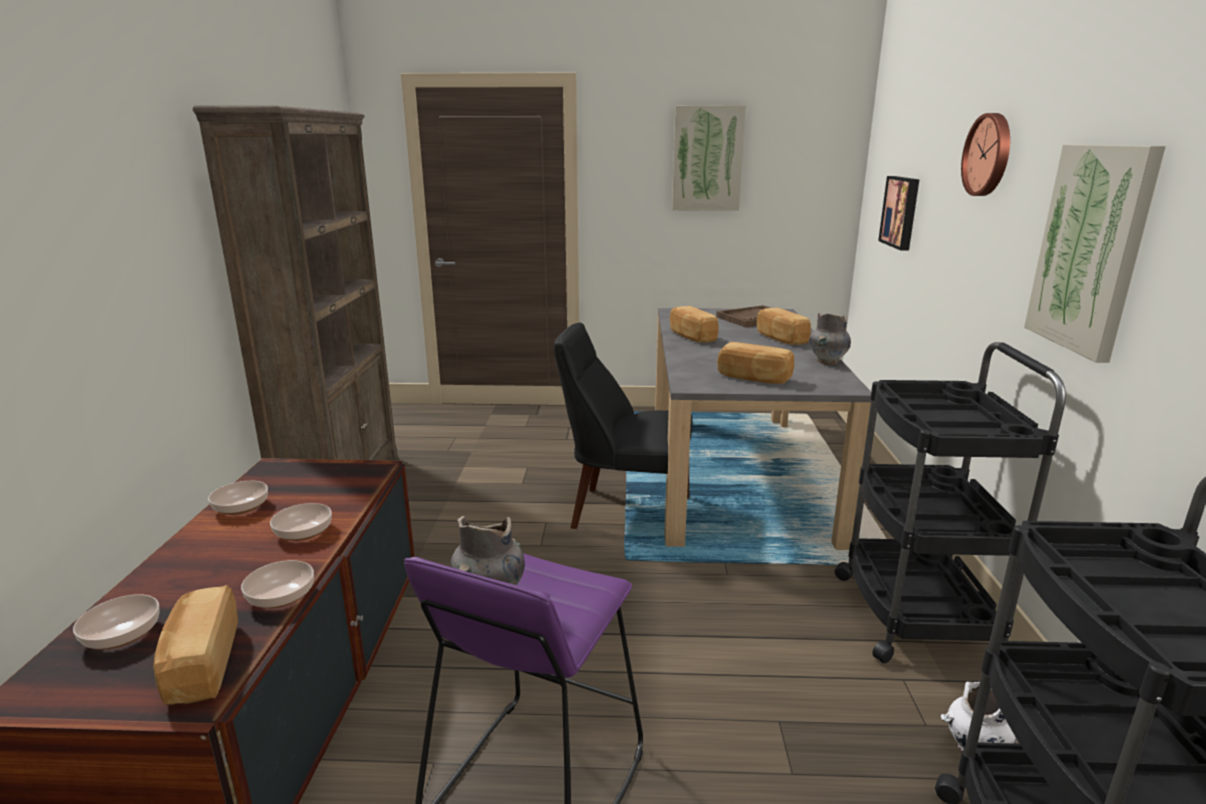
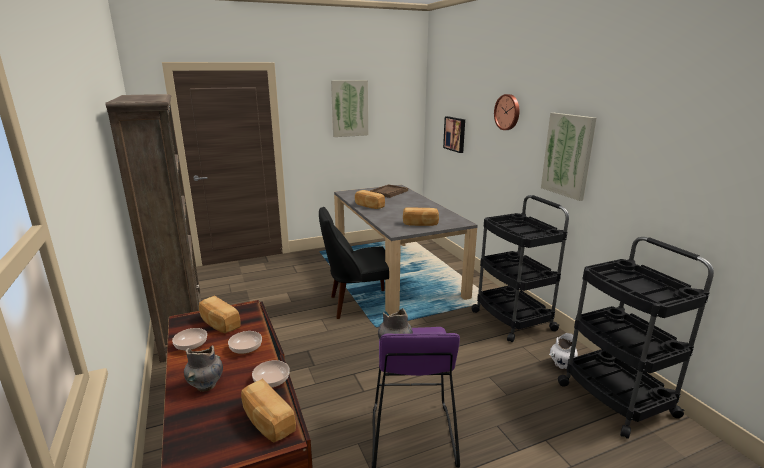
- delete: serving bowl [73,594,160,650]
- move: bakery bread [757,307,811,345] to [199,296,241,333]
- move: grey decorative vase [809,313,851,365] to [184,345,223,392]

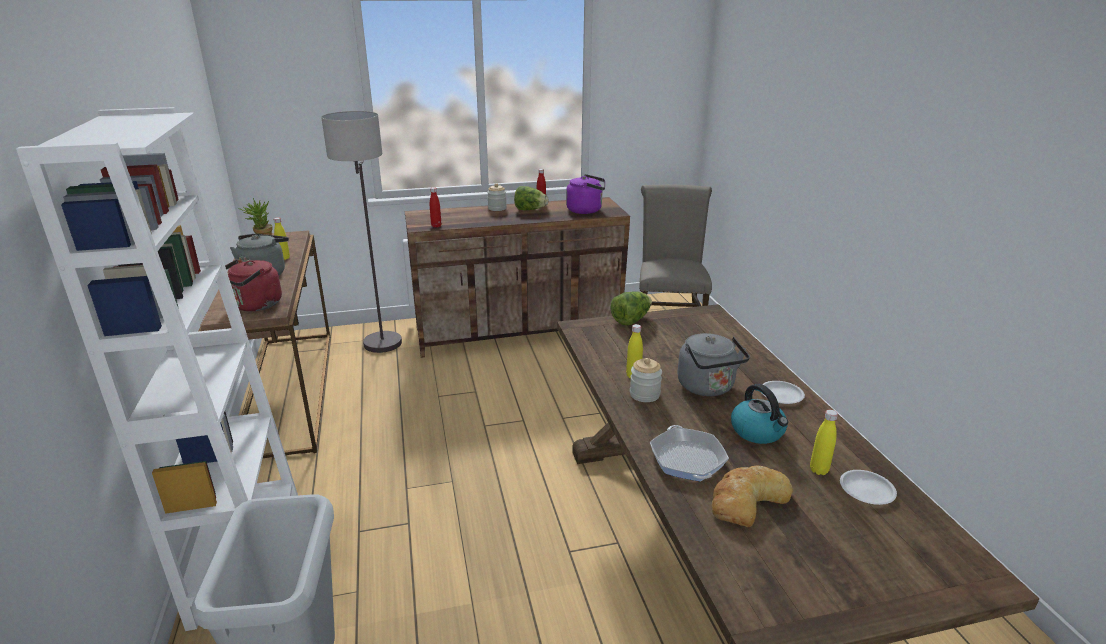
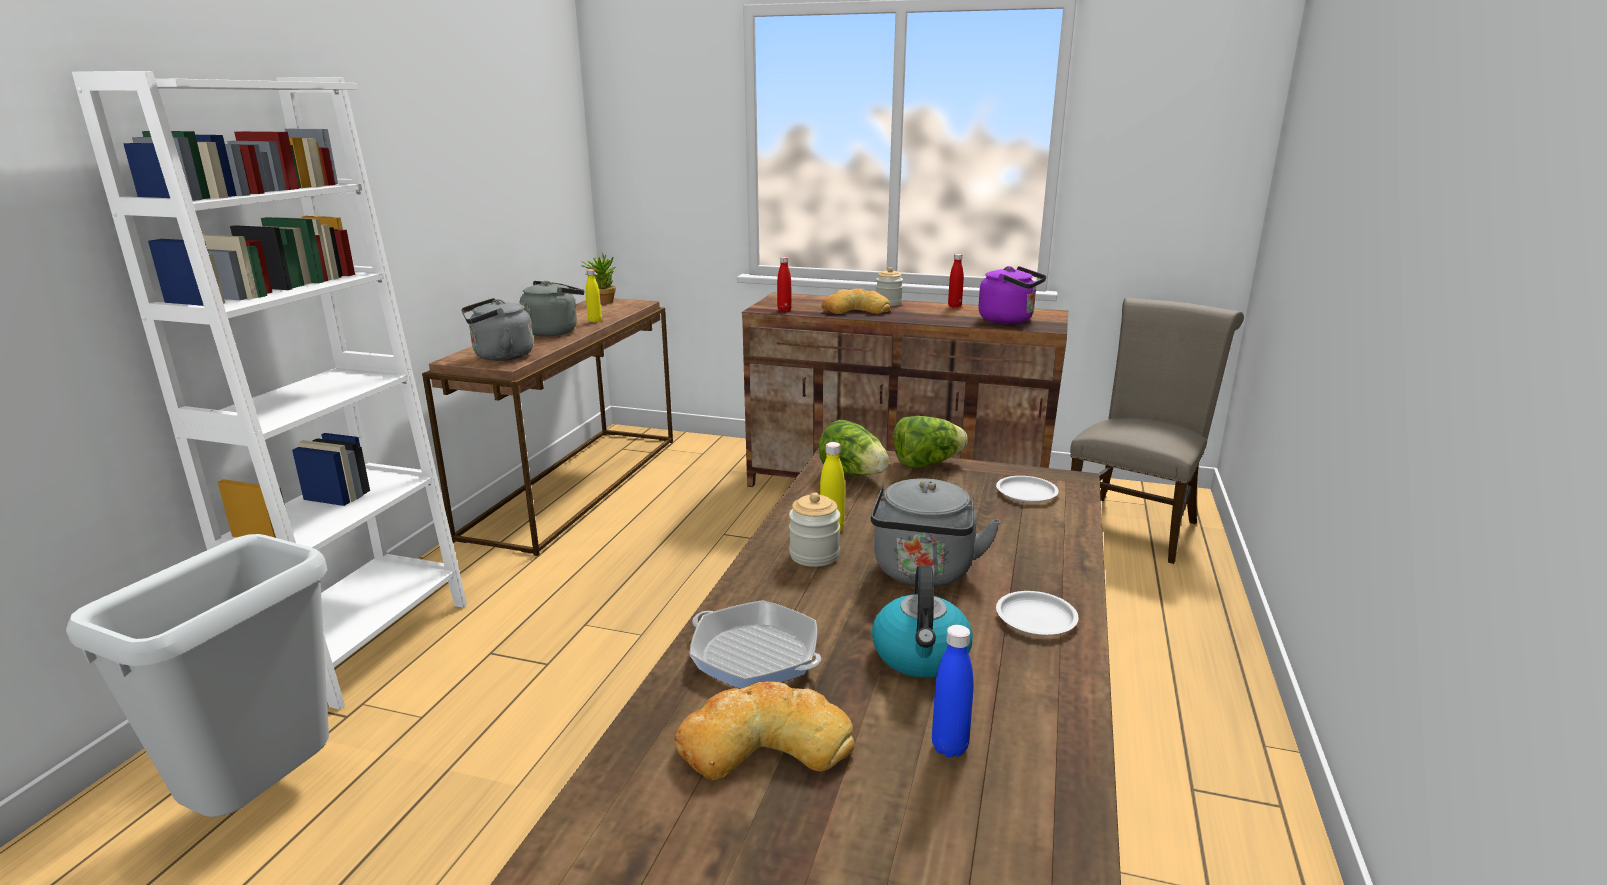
- recolor: red water kettle [225,259,282,311] to grey water kettle [461,298,533,361]
- delete: grey floor lamp [321,111,402,353]
- move: lettuce head [514,186,548,210] to [819,420,889,475]
- rotate: frying pan [650,425,729,481] = [689,600,821,689] 75 degrees counterclockwise
- recolor: yellow-coloured drink bottle [810,410,838,475] to bluish drink bottle [932,625,974,758]
- move: whitish plate [840,470,897,505] to [996,476,1059,502]
- insert: bakery bread [821,288,890,314]

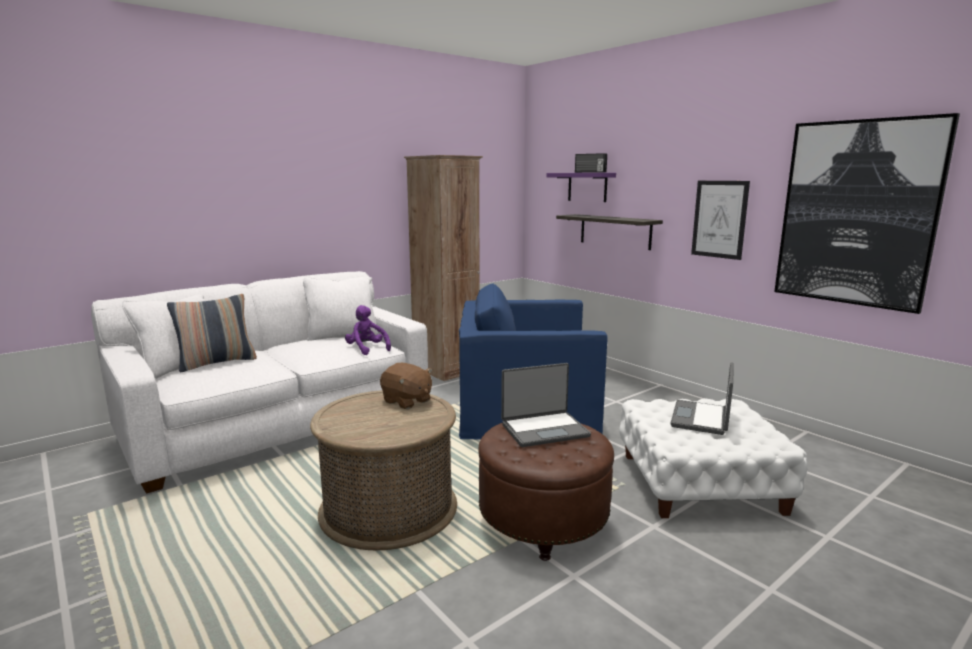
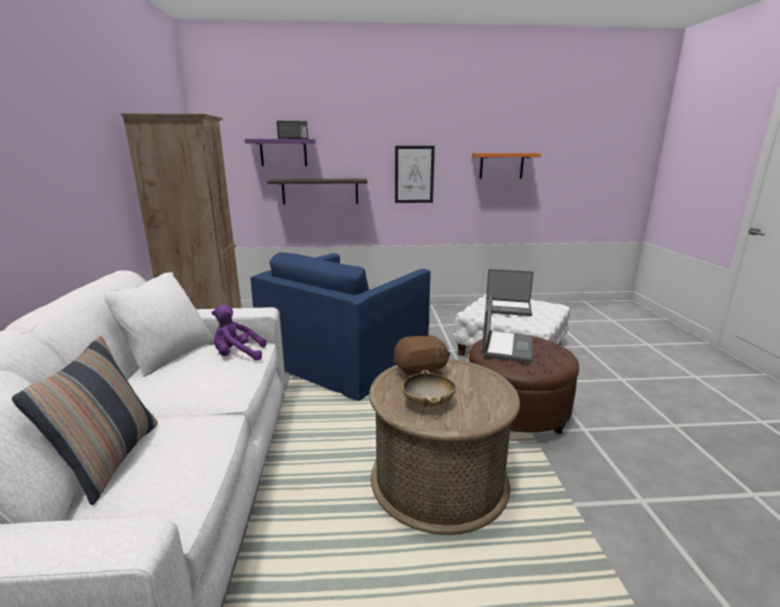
- rotate: notebook computer [670,362,734,435] = [485,269,533,316] 45 degrees counterclockwise
- replace: picture [774,113,960,314] to orangey wall shelf [472,153,541,179]
- insert: beige-coloured serving bowl [403,370,456,407]

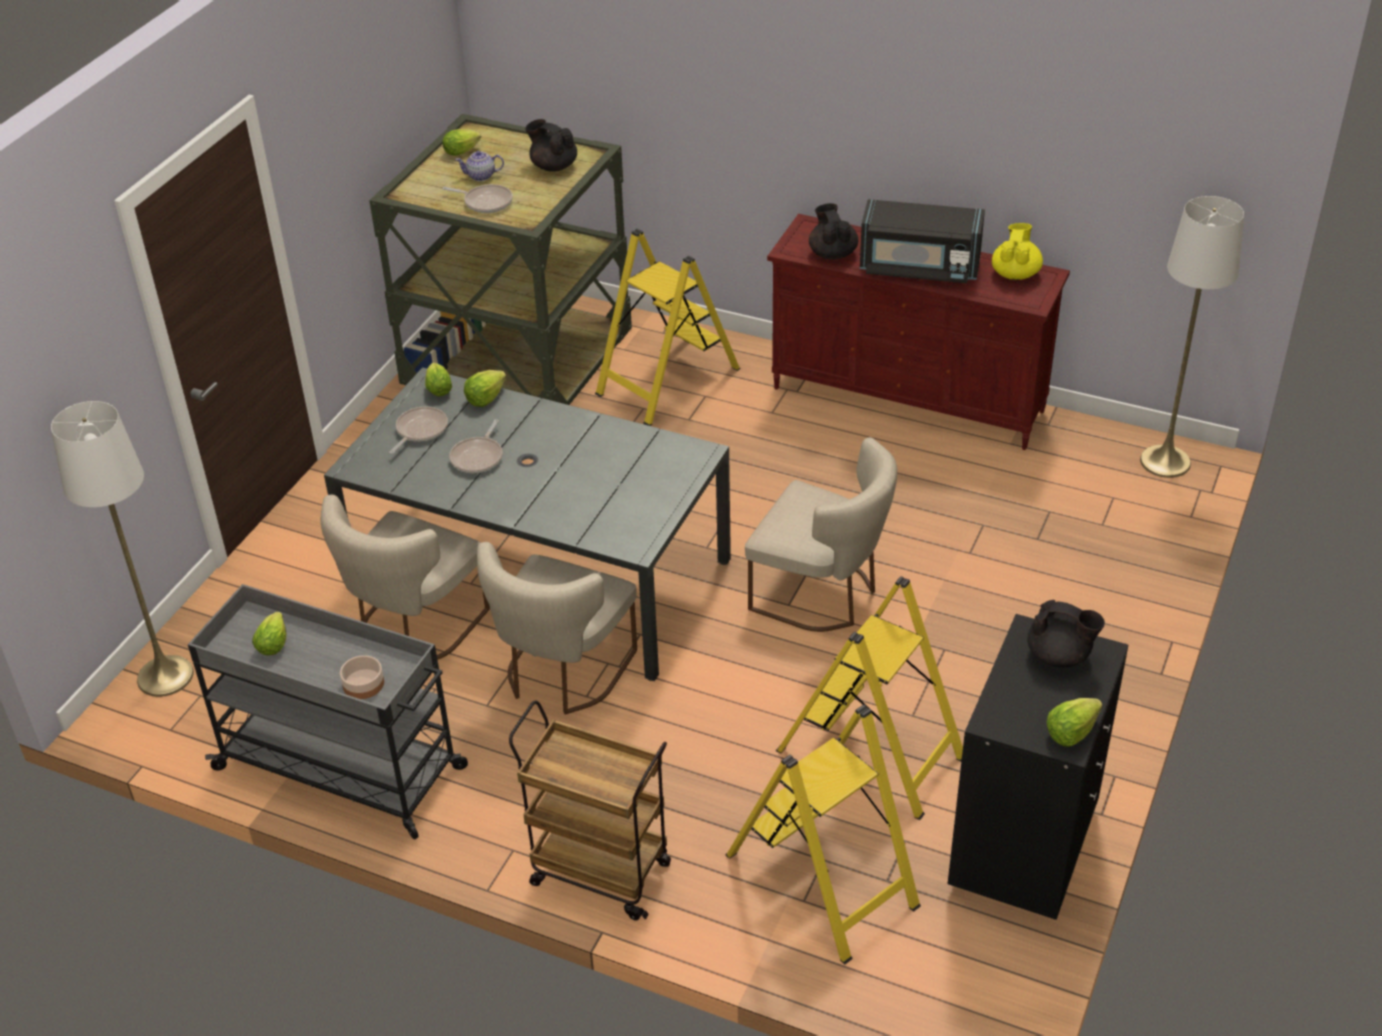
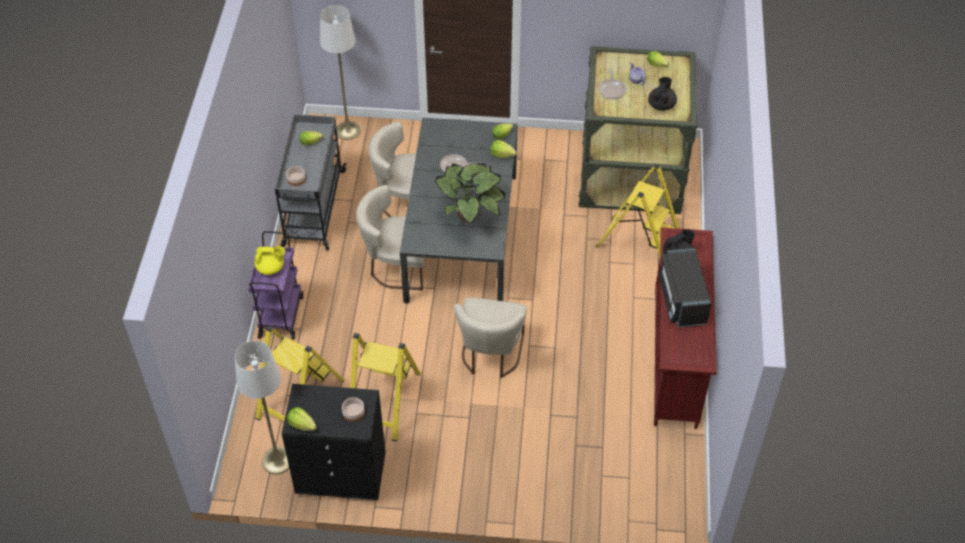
- delete: frying pan [389,407,448,454]
- recolor: brown-coloured wheeled cart [509,701,671,921] to purple-coloured wheeled cart [248,231,304,339]
- move: yellow-coloured pot for tea [992,223,1043,280] to [255,246,285,275]
- replace: black pot for tea [1027,600,1105,667] to serving bowl [342,397,365,422]
- move: whitish floor lamp [1140,196,1244,478] to [235,341,289,474]
- insert: plant in a pot [435,163,506,223]

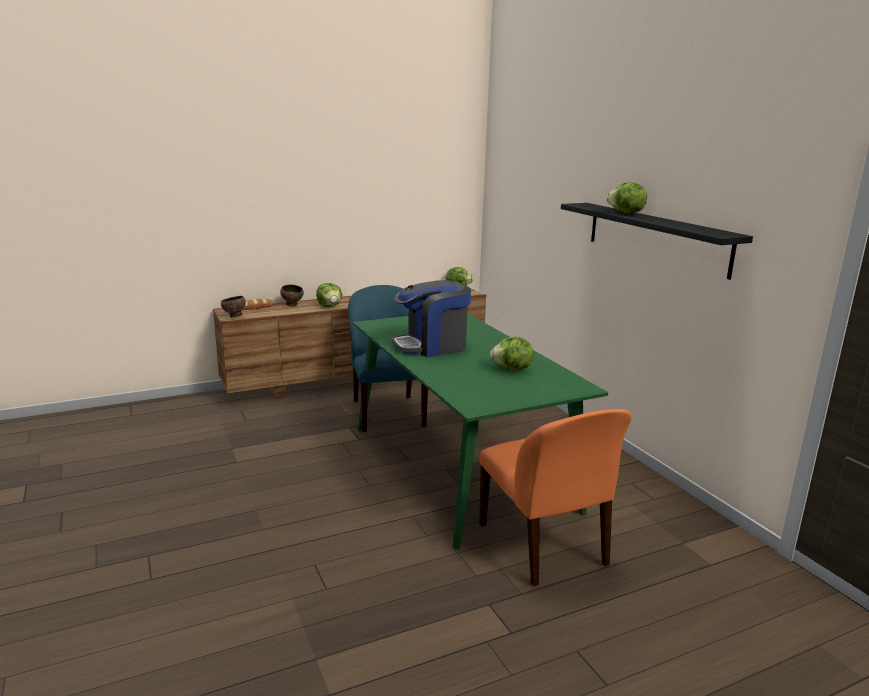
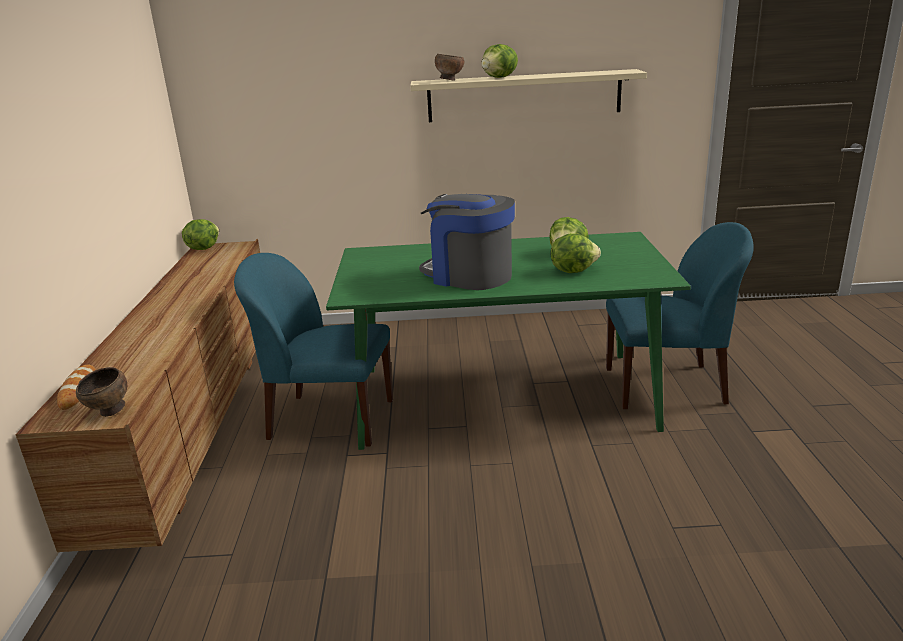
- move: brown-coloured serving bowl [280,285,304,307] to [435,54,464,81]
- move: lettuce head [316,283,342,307] to [551,233,601,273]
- rotate: coffee maker [392,280,471,357] = [419,194,515,290] 120 degrees clockwise
- recolor: orangey chair [479,409,631,586] to bluish chair [606,222,754,409]
- recolor: black wall shelf [561,203,753,280] to beige-coloured wall shelf [410,69,647,122]

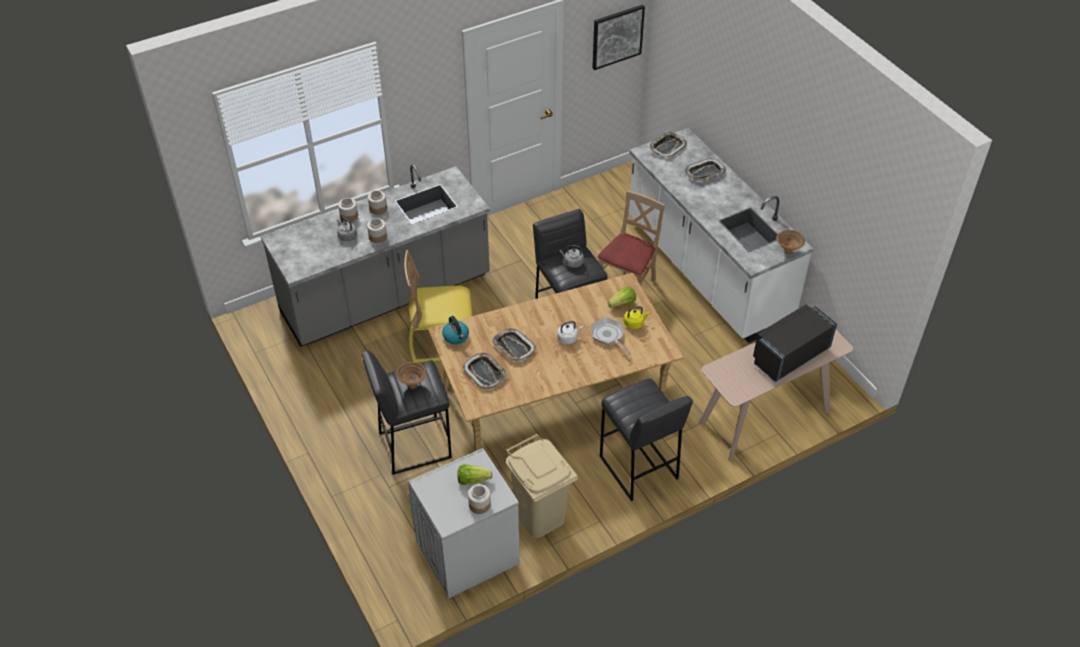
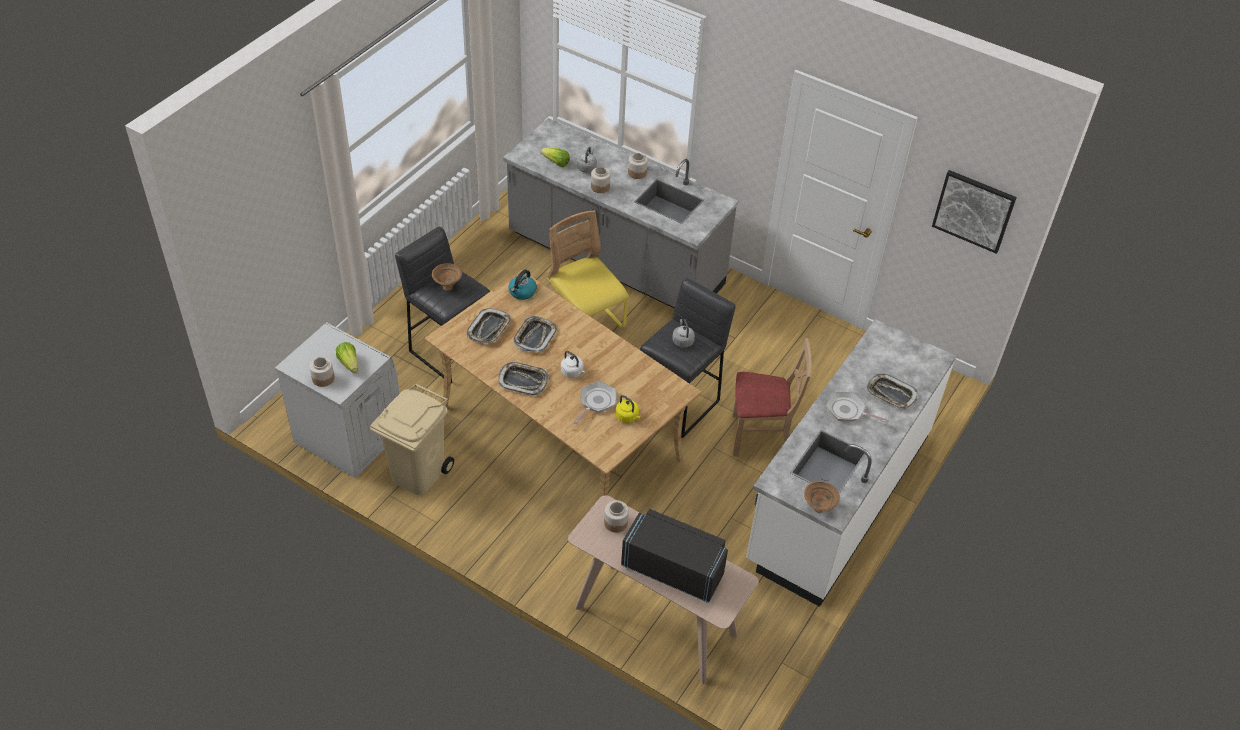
- move: storage jar [338,198,358,222] to [604,500,629,533]
- delete: grey stool seat [600,378,693,501]
- move: lettuce head [608,287,636,307] to [541,147,570,167]
- move: tray [650,131,687,158] to [499,362,549,395]
- insert: frying pan [826,392,889,424]

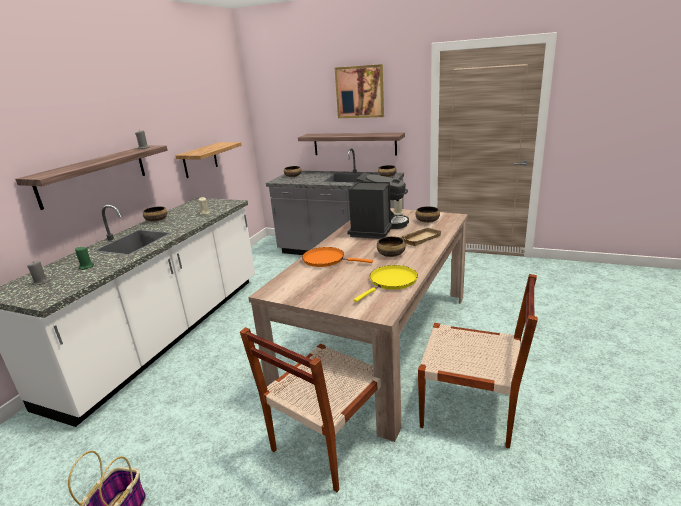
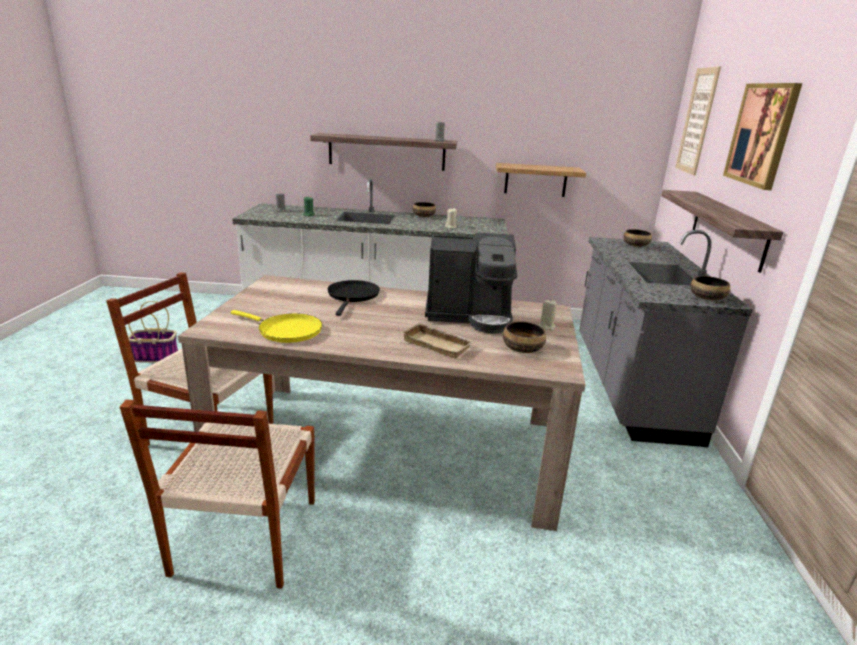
- recolor: orangey frying pan [302,247,373,267] to black frying pan [327,280,380,316]
- delete: serving bowl [377,236,406,257]
- insert: picture [675,67,721,175]

